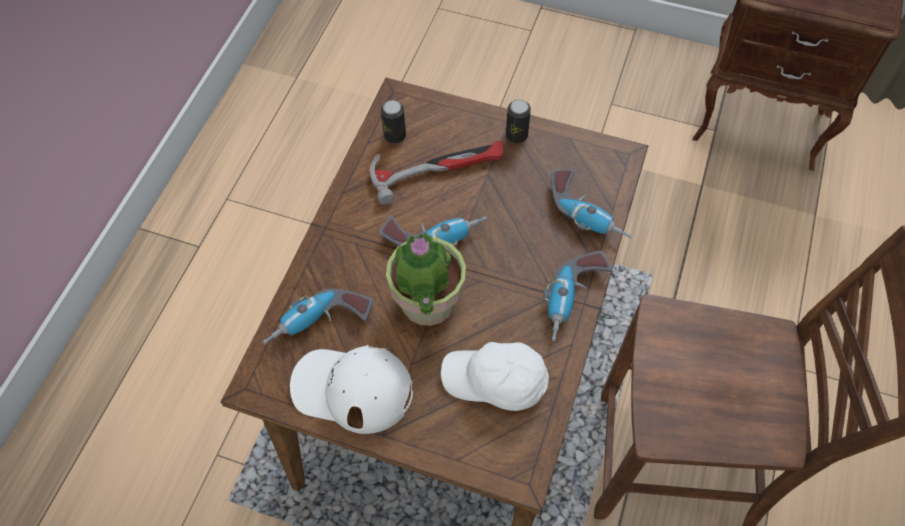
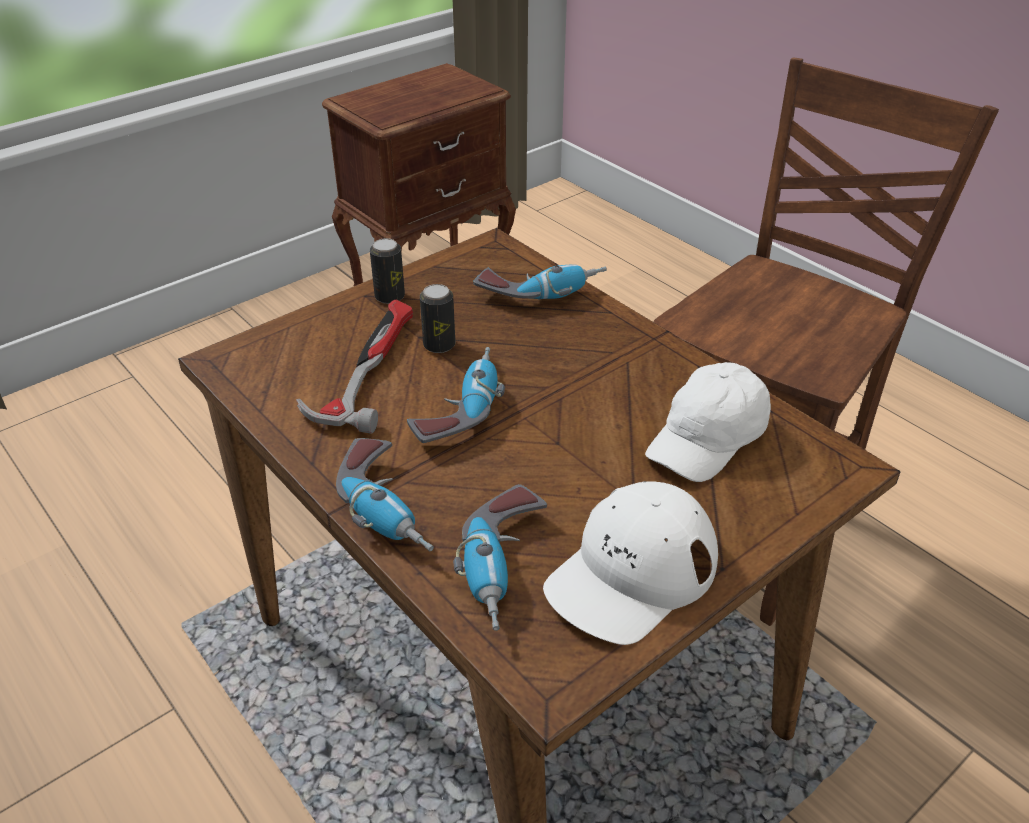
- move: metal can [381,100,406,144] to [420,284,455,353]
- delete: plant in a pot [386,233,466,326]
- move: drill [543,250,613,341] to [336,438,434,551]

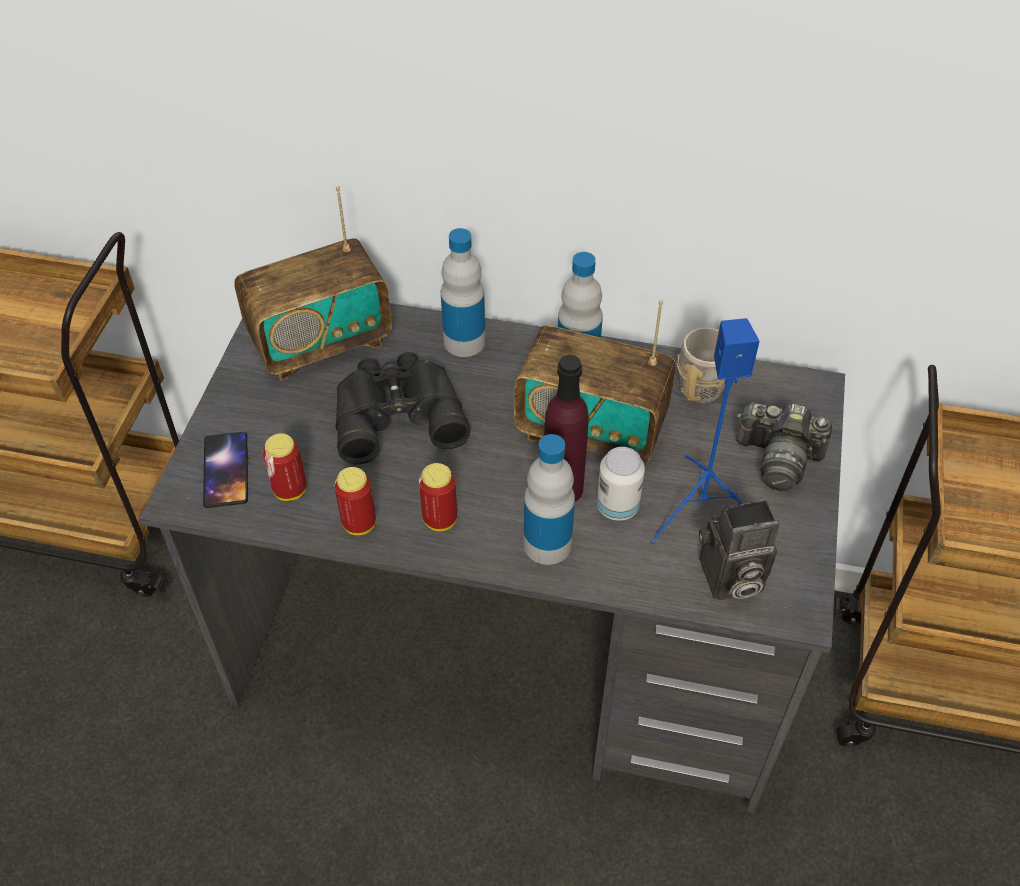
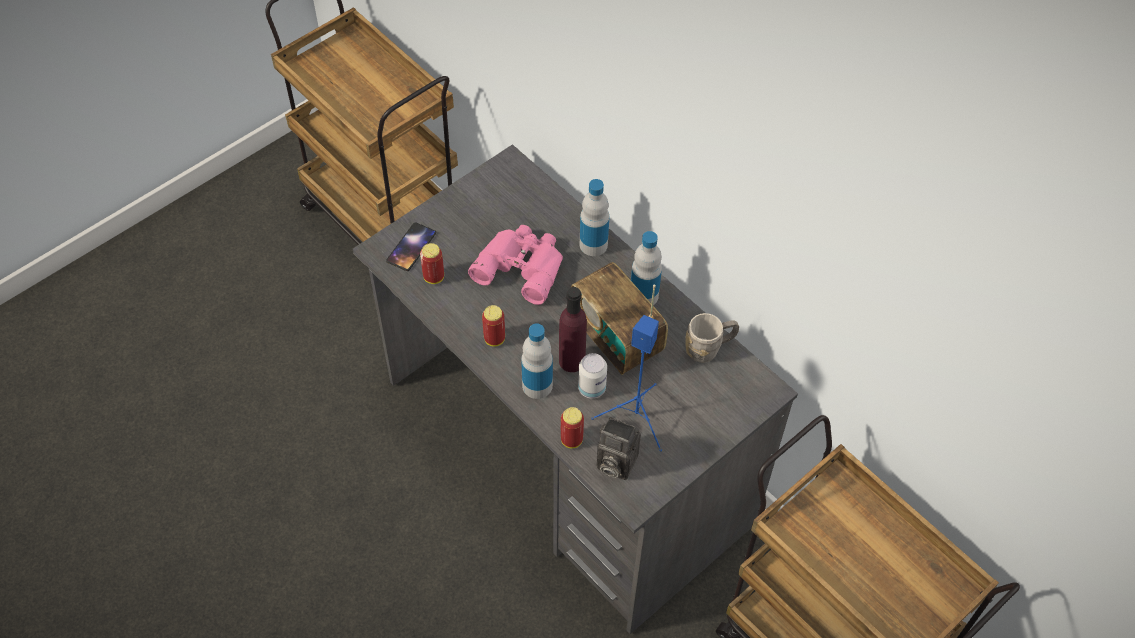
- delete: radio receiver [234,186,392,381]
- move: metal can [334,467,376,535] to [561,407,584,448]
- recolor: black pair of binoculars [335,352,470,464] to pink-coloured pair of binoculars [468,225,563,305]
- delete: still camera [736,402,832,491]

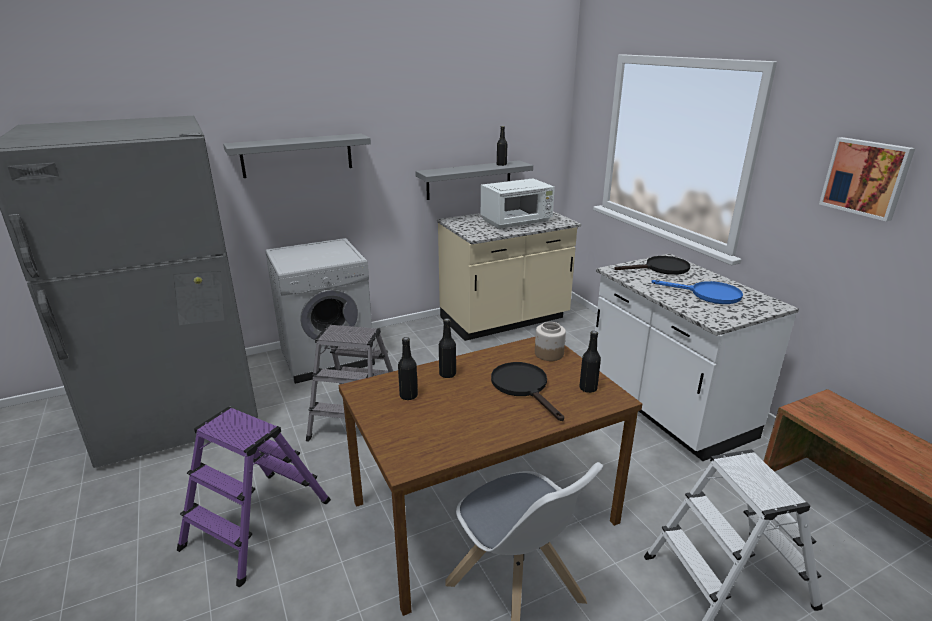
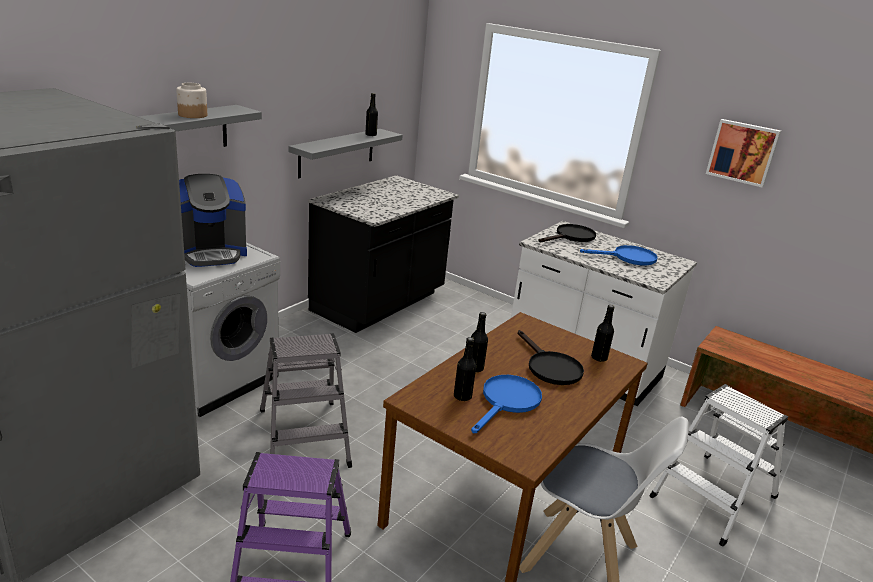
- recolor: beige-coloured kitchen base unit [437,211,581,341] to black kitchen base unit [308,175,459,333]
- delete: whitish kitchen microwave [481,179,555,229]
- rotate: black frying pan [491,362,564,421] = [518,330,584,385] 150 degrees counterclockwise
- move: storage jar [535,322,566,361] to [176,83,207,118]
- insert: coffee maker [179,174,247,267]
- insert: bluish frying pan [471,375,542,433]

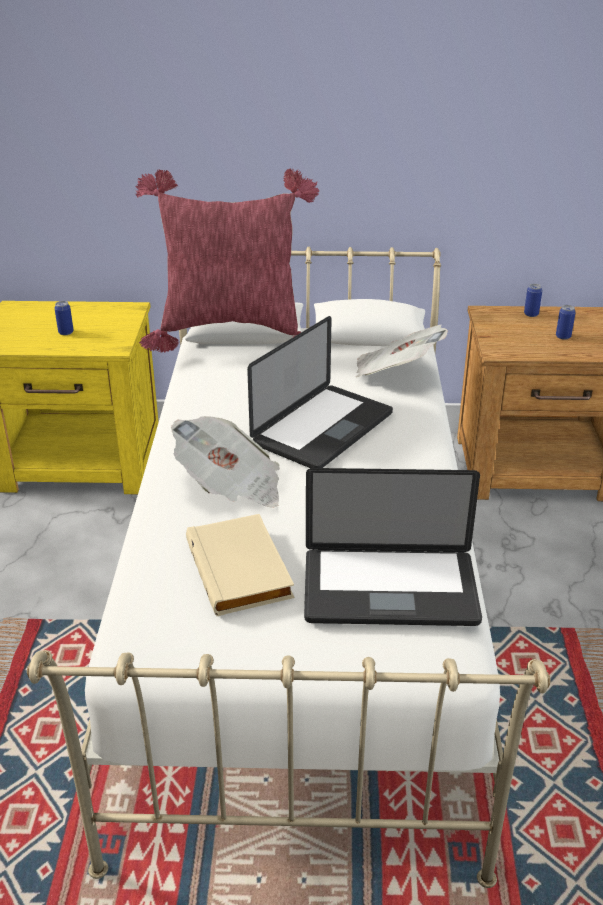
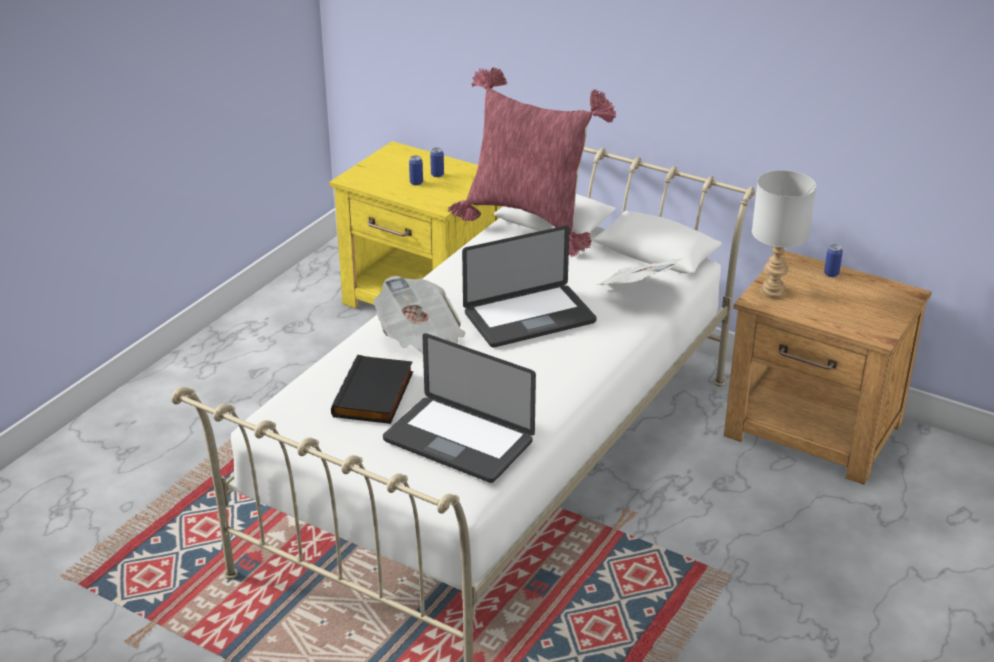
- recolor: beige-coloured book [186,514,294,616] to black book [331,355,413,424]
- move: metal can [556,305,576,340] to [430,148,444,177]
- insert: grey lamp for a table [752,170,817,299]

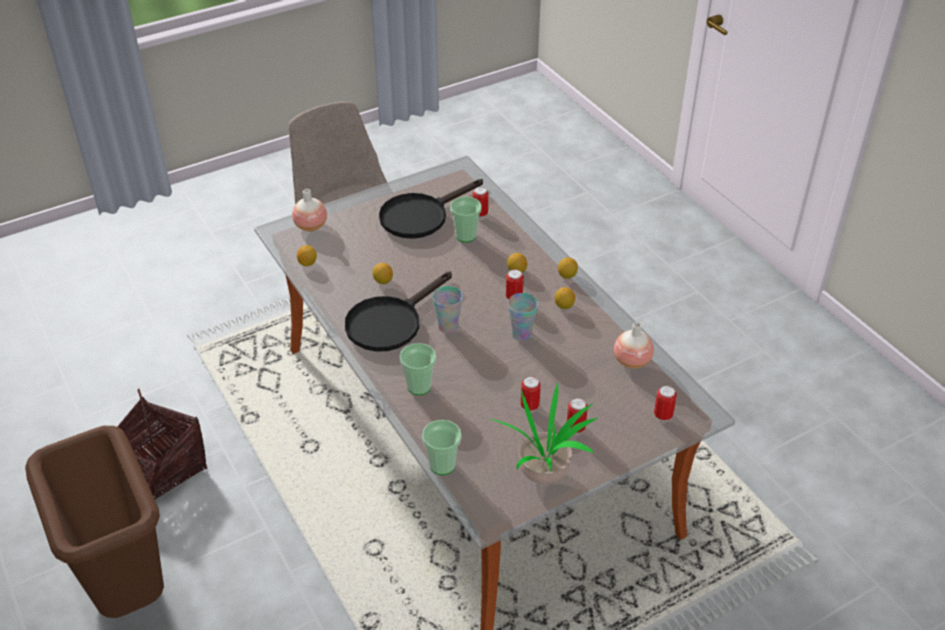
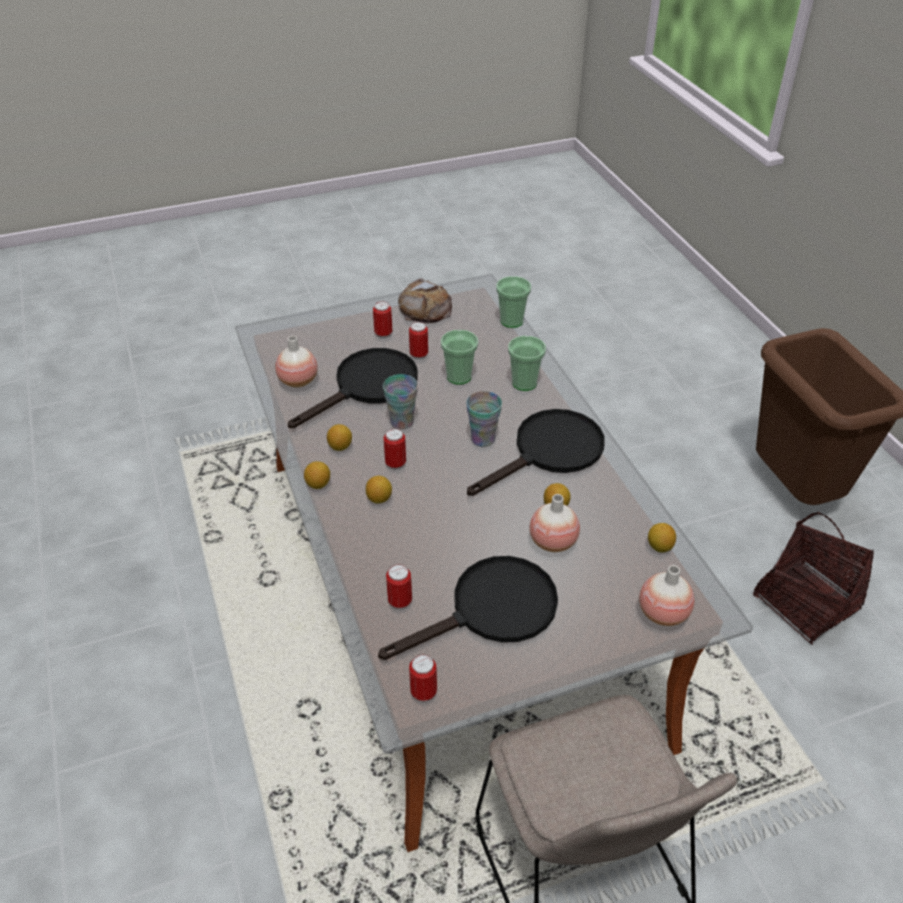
- move: cup [450,197,482,243] to [441,330,478,385]
- replace: plant in a pot [490,383,598,484] to bakery bread [398,278,452,323]
- move: metal can [654,386,677,421] to [409,655,437,702]
- insert: black frying pan [288,348,418,428]
- insert: decorative vase [530,494,580,552]

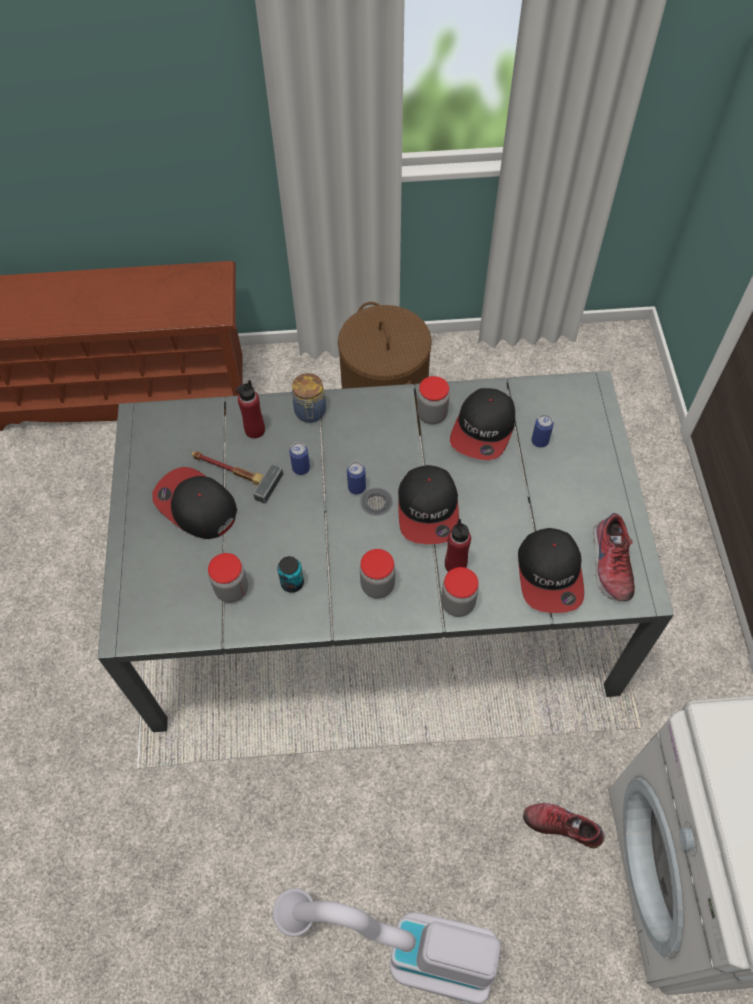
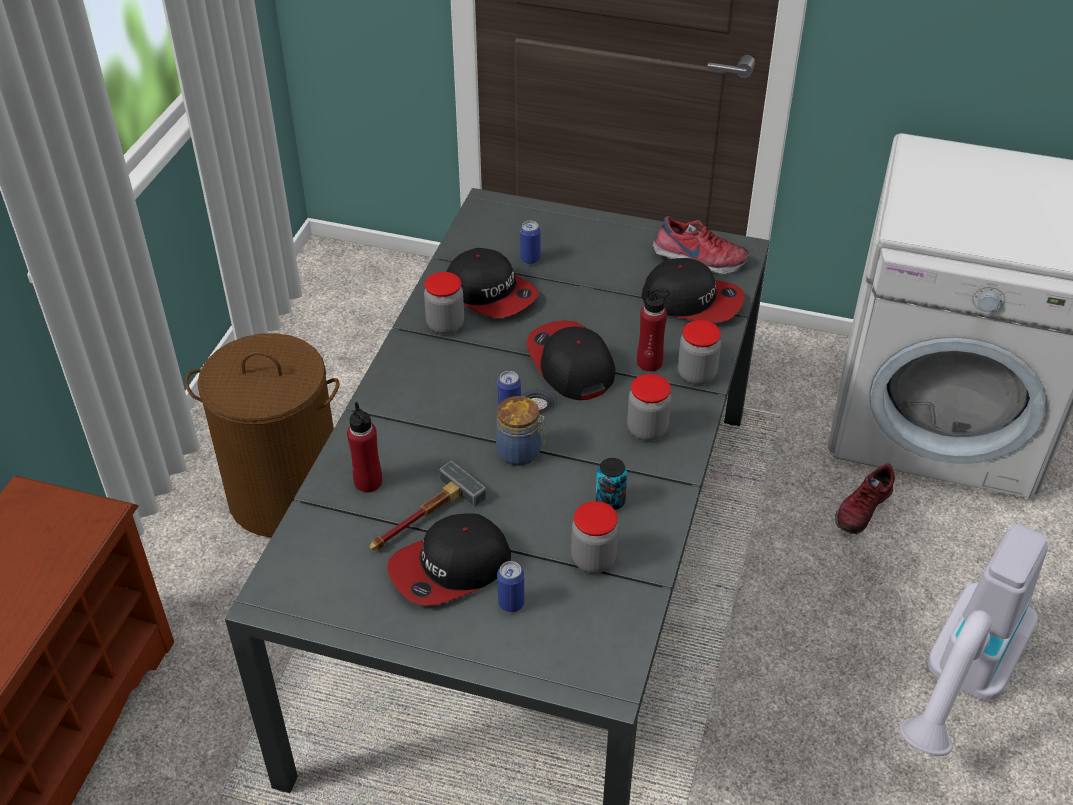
- move: metal can [289,442,310,475] to [497,561,524,612]
- move: storage jar [292,373,326,423] to [496,396,546,466]
- rotate: peaked cap [398,465,459,544] = [526,320,615,400] 135 degrees counterclockwise

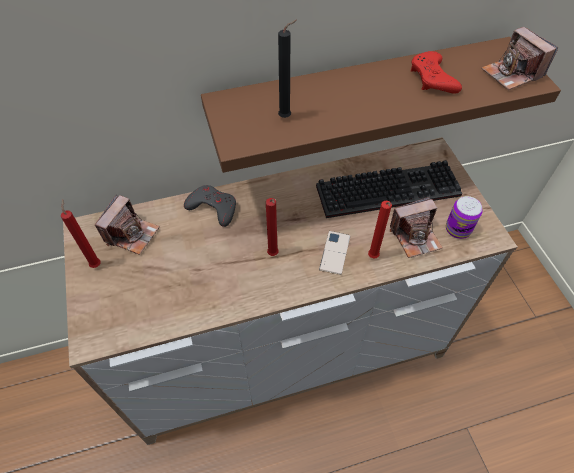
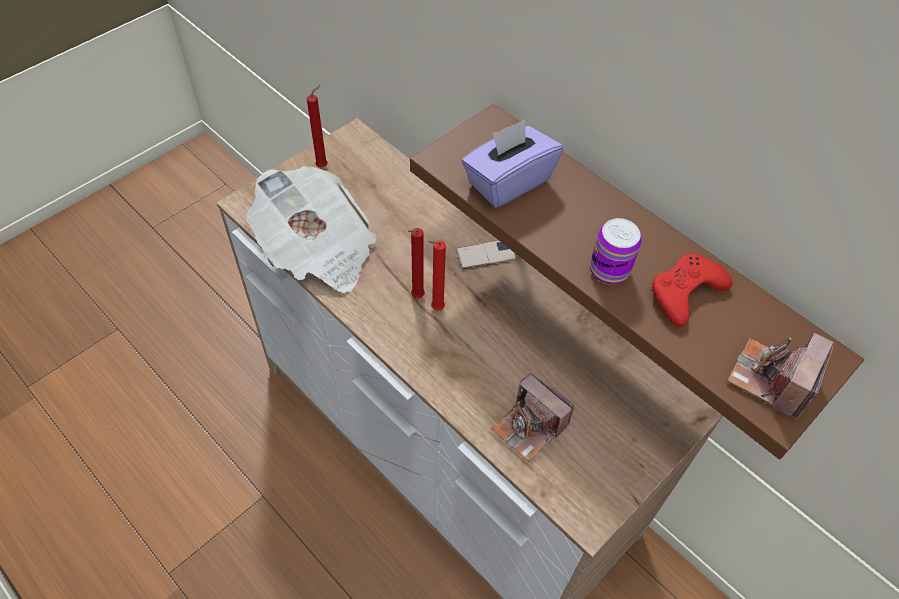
- delete: still camera [95,195,160,255]
- delete: grey game controller [184,185,236,227]
- replace: black candle [278,20,297,118] to purple-coloured tissue holder [462,119,563,208]
- delete: keyboard [316,160,462,218]
- move: phone [319,231,350,275] to [456,241,517,269]
- move: red candle [368,201,392,258] to [428,240,446,310]
- move: metal can [446,196,482,239] to [590,218,642,285]
- insert: printed paper [246,166,377,293]

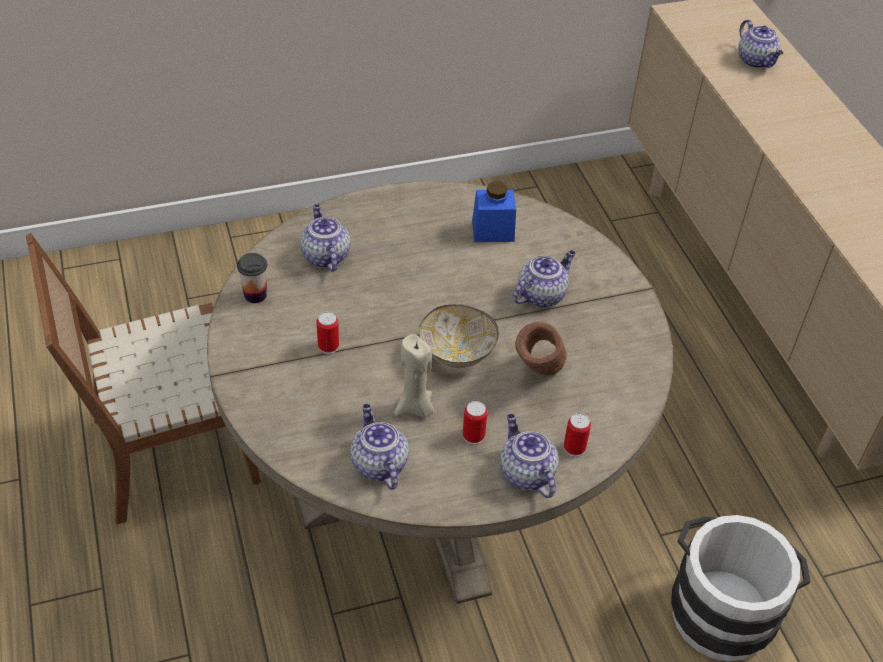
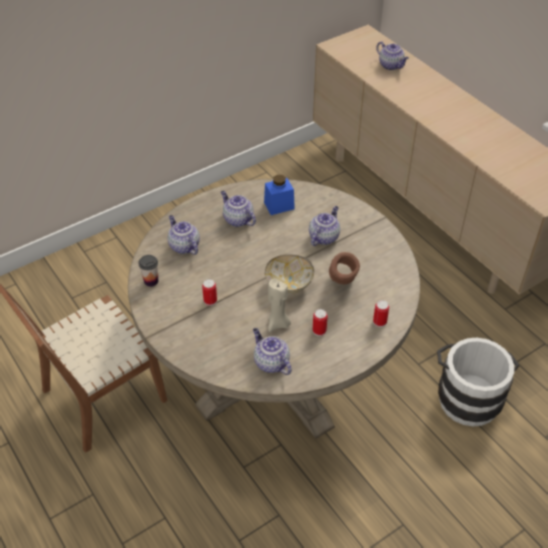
- move: pot for tea [500,414,559,498] to [221,191,256,227]

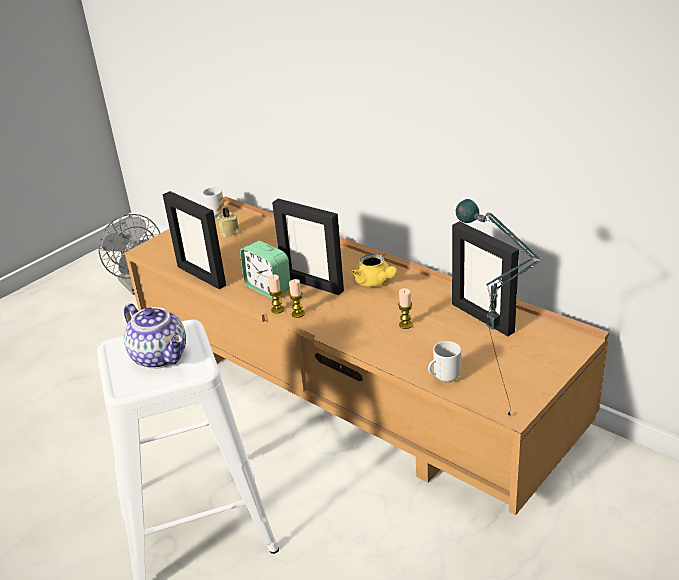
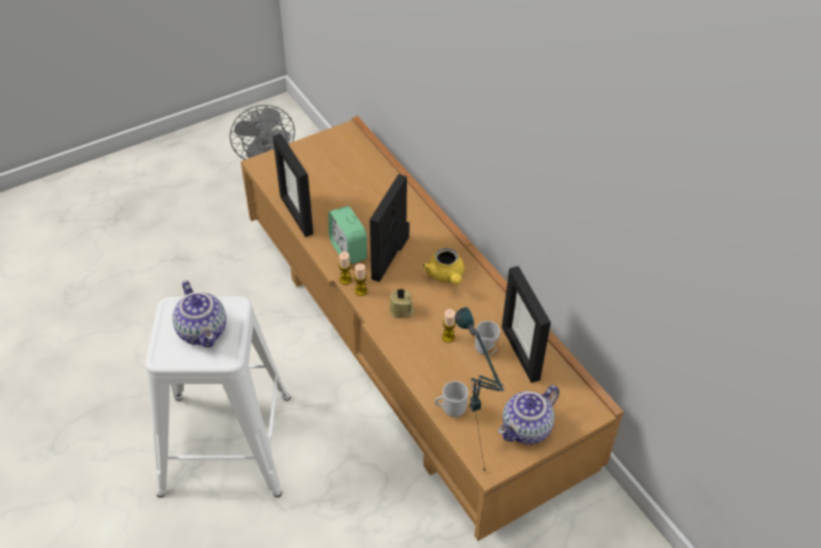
- move: coffee mug [202,187,224,217] to [475,321,500,355]
- move: beige-coloured candle [217,208,241,237] to [389,289,414,318]
- rotate: photo frame [272,199,344,295] = [370,174,409,282] 60 degrees clockwise
- insert: pot for tea [498,385,559,444]

